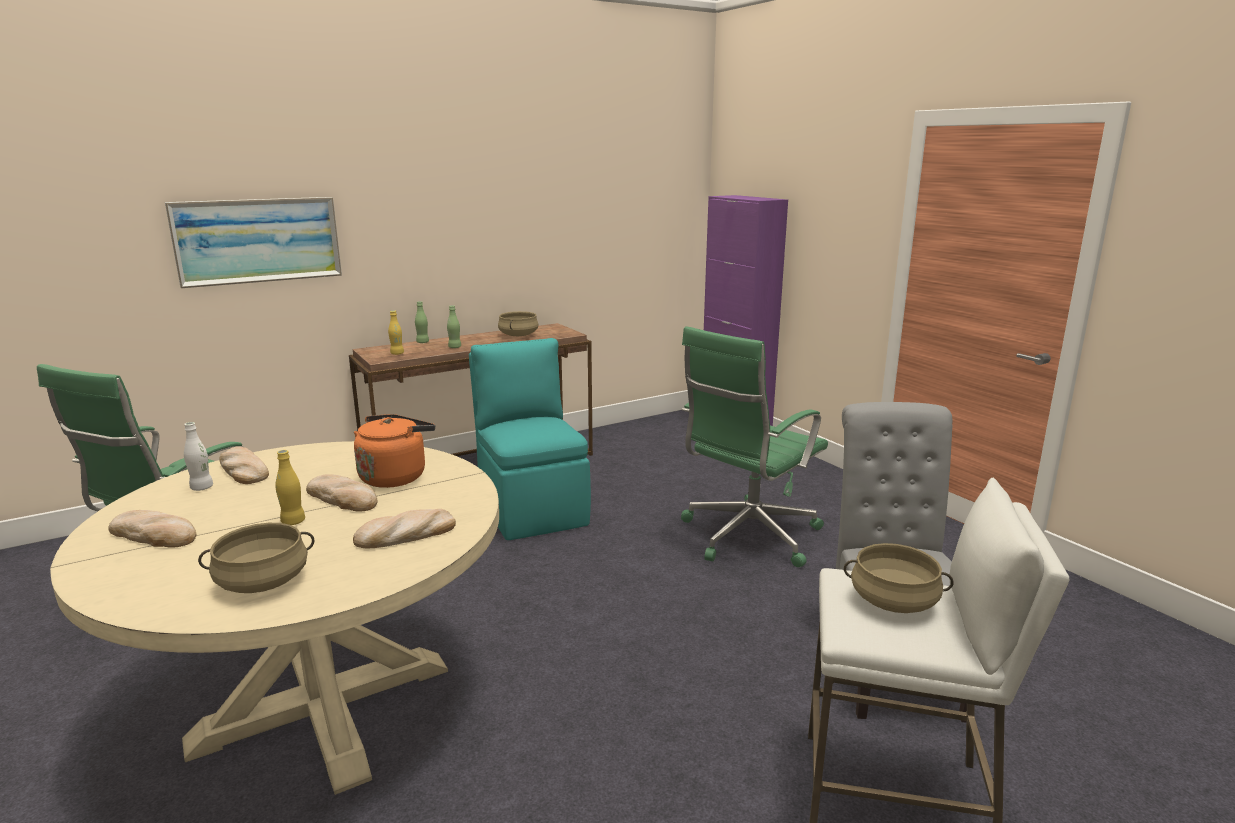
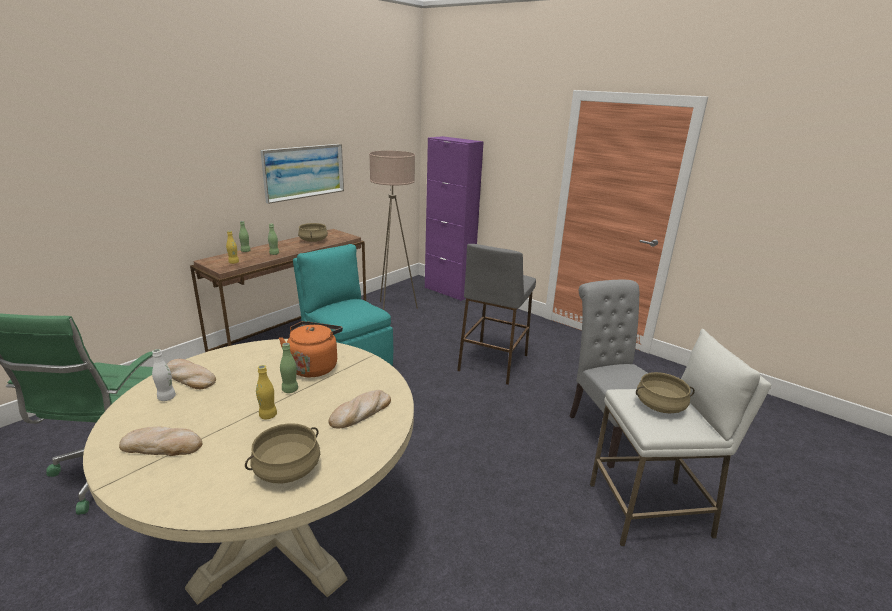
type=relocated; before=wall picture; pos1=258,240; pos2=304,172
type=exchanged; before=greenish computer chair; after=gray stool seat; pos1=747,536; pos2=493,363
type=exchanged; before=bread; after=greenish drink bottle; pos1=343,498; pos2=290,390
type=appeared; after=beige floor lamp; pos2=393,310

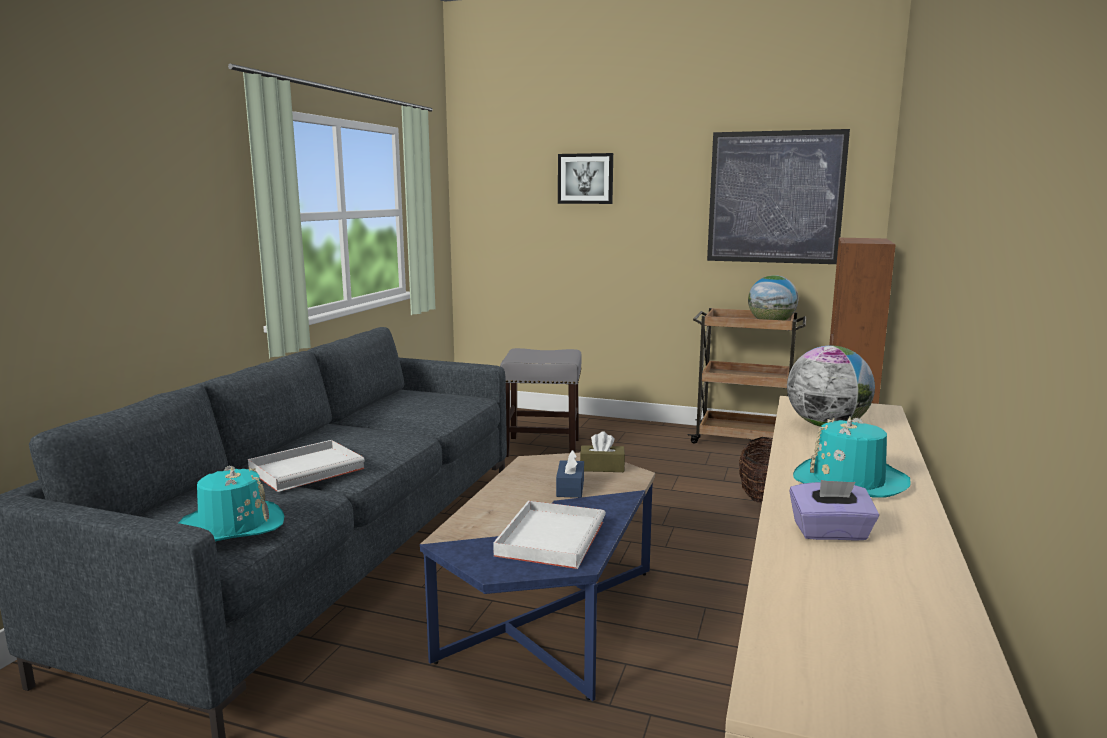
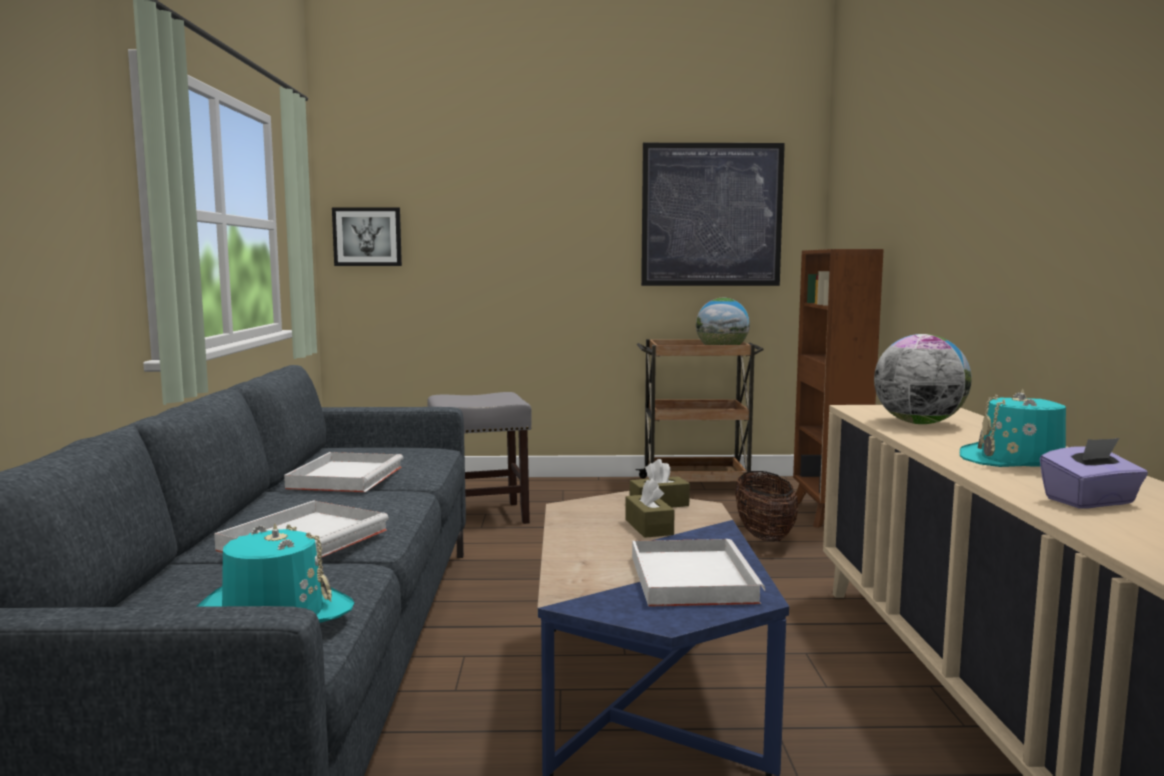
type=relocated; before=wall picture; pos1=585,178; pos2=367,237
type=colour; before=blue-coloured box of tissues; after=brownish box of tissues; pos1=570,488; pos2=649,527
type=appeared; after=whitish carrying tray; pos2=346,477

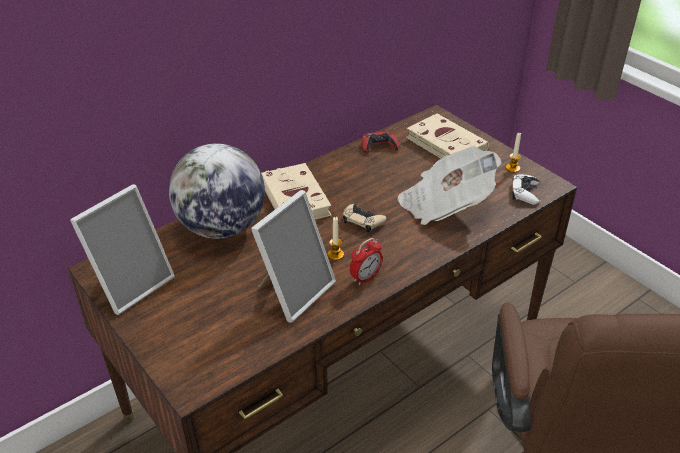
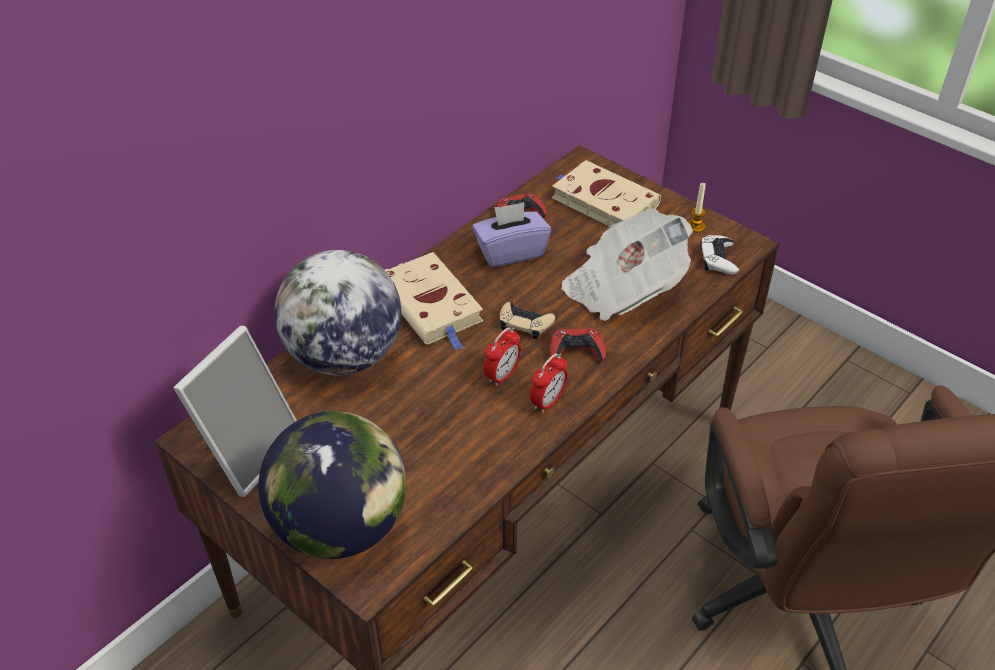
type=missing; before=picture frame; pos1=294,291
type=exchanged; before=wax candle; after=alarm clock; pos1=335,255; pos2=502,375
type=appeared; after=purple-coloured box of tissues; pos2=510,252
type=appeared; after=reddish joypad; pos2=576,351
type=appeared; after=globe; pos2=342,527

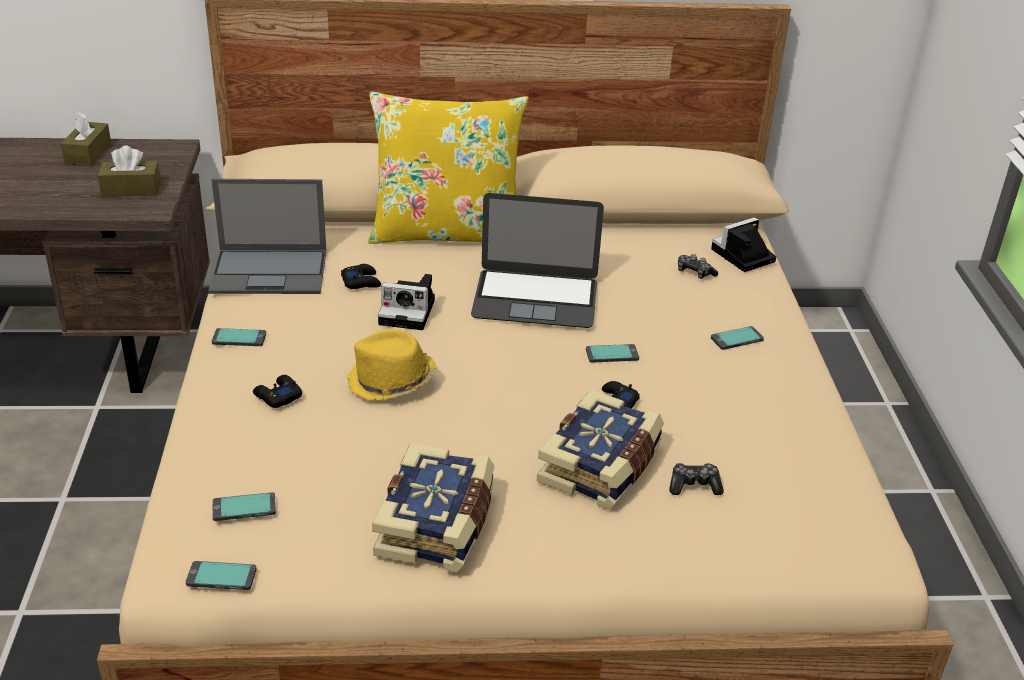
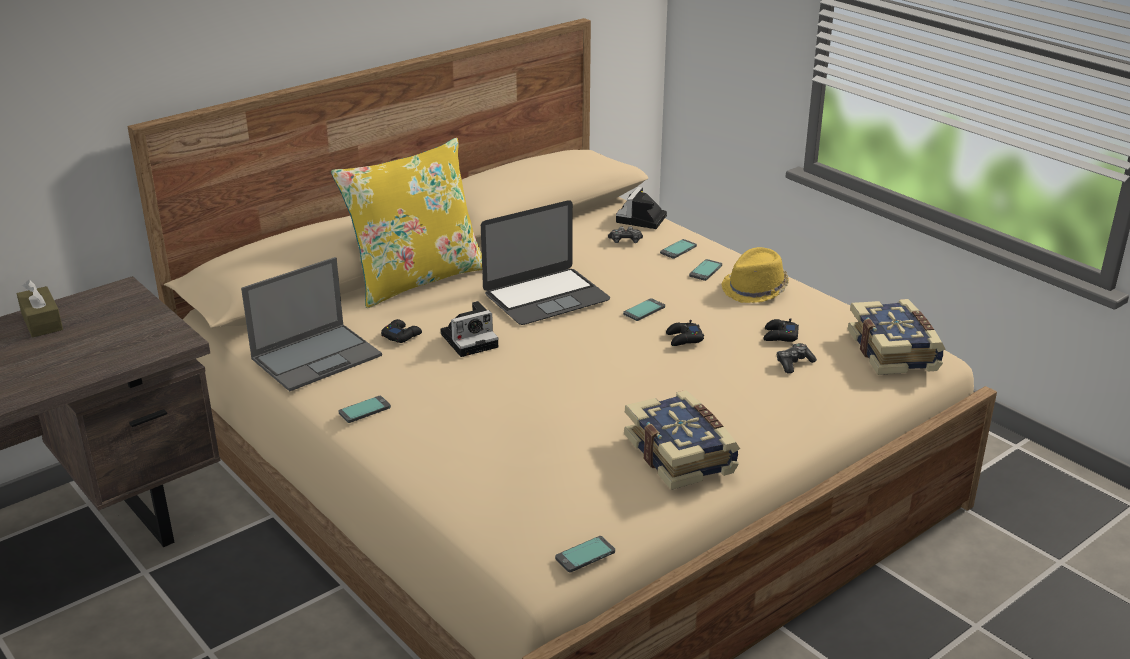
type=missing; before=brownish box of tissues; pos1=131,189
type=relocated; before=yellow-coloured wearable hat; pos1=390,382; pos2=755,289
type=relocated; before=black joypad; pos1=277,396; pos2=780,336
type=relocated; before=volume; pos1=602,466; pos2=895,351
type=relocated; before=telephone; pos1=244,508; pos2=678,250

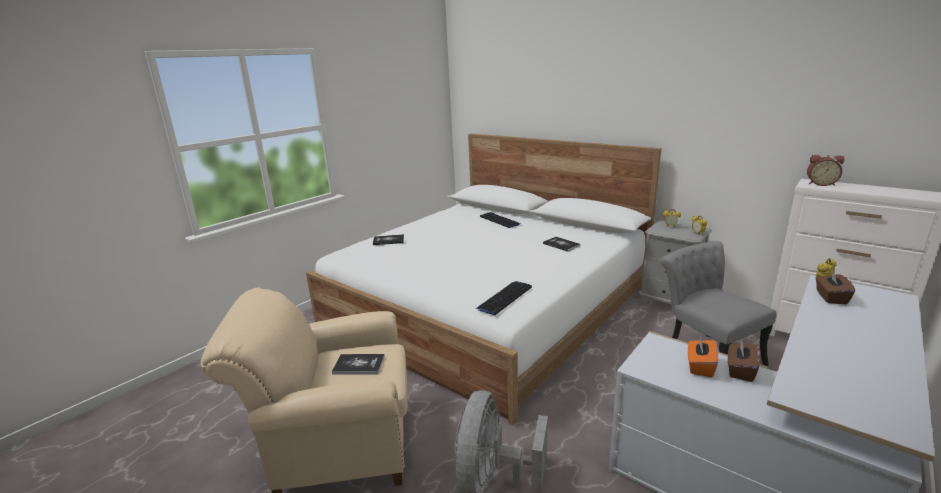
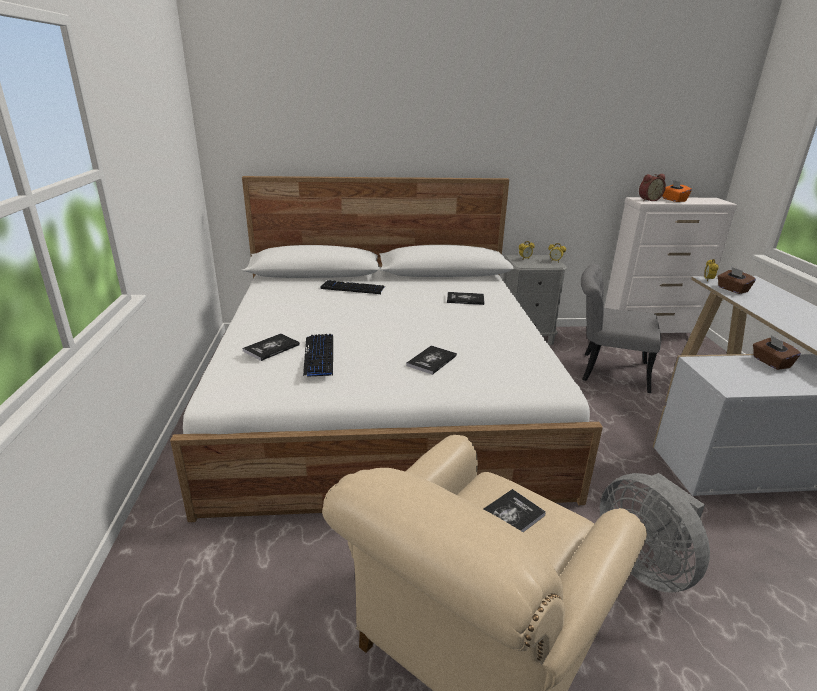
type=relocated; before=computer keyboard; pos1=504,298; pos2=319,356
type=relocated; before=orange-coloured box of tissues; pos1=700,366; pos2=673,200
type=appeared; after=volume; pos2=431,361

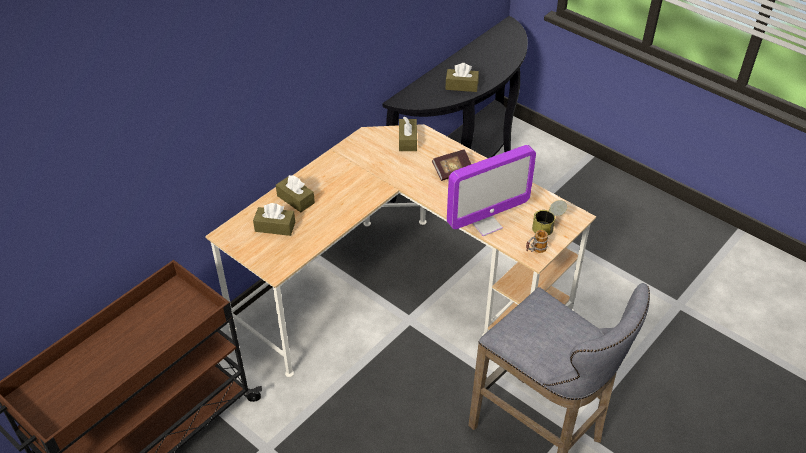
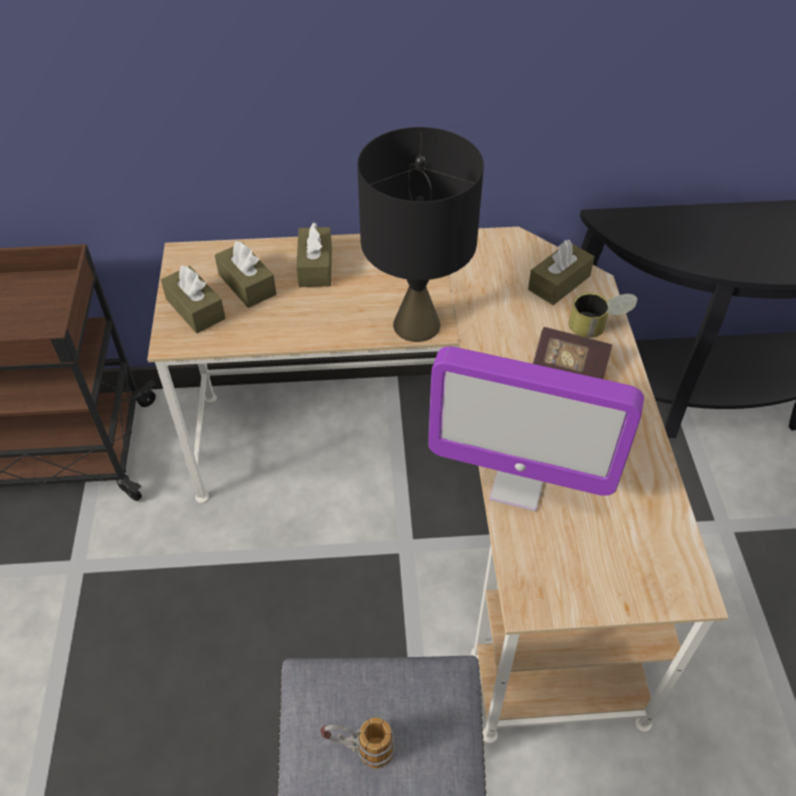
type=relocated; before=brownish box of tissues; pos1=461,86; pos2=195,309
type=relocated; before=metal can; pos1=548,226; pos2=598,327
type=relocated; before=coffee mug; pos1=534,251; pos2=359,749
type=appeared; after=black lamp for a table; pos2=417,325

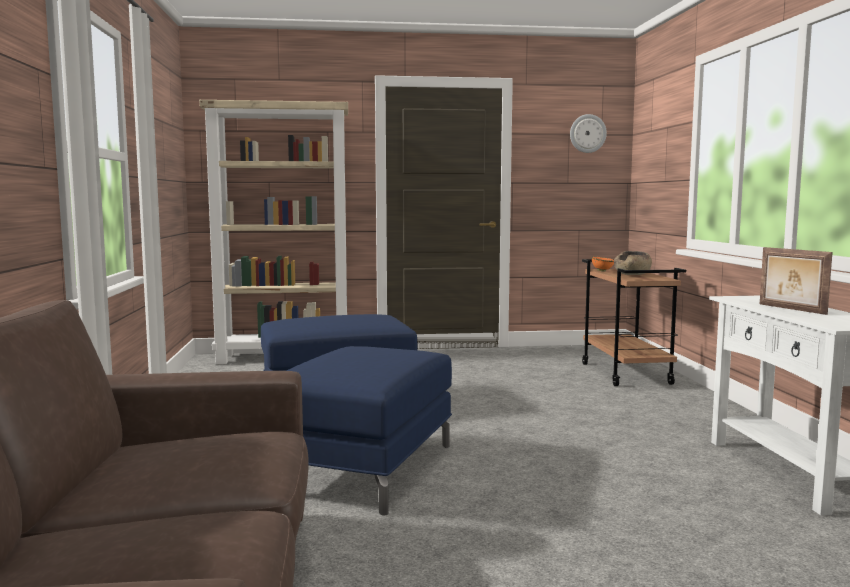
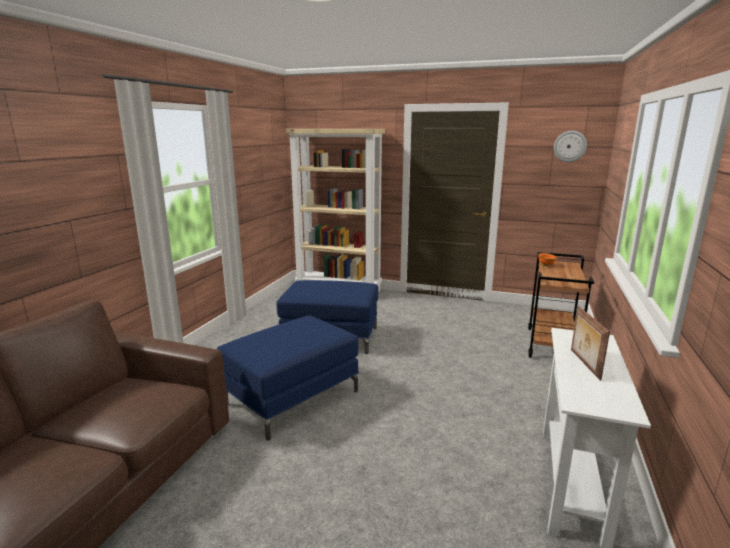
type=missing; before=brownish serving bowl; pos1=632,274

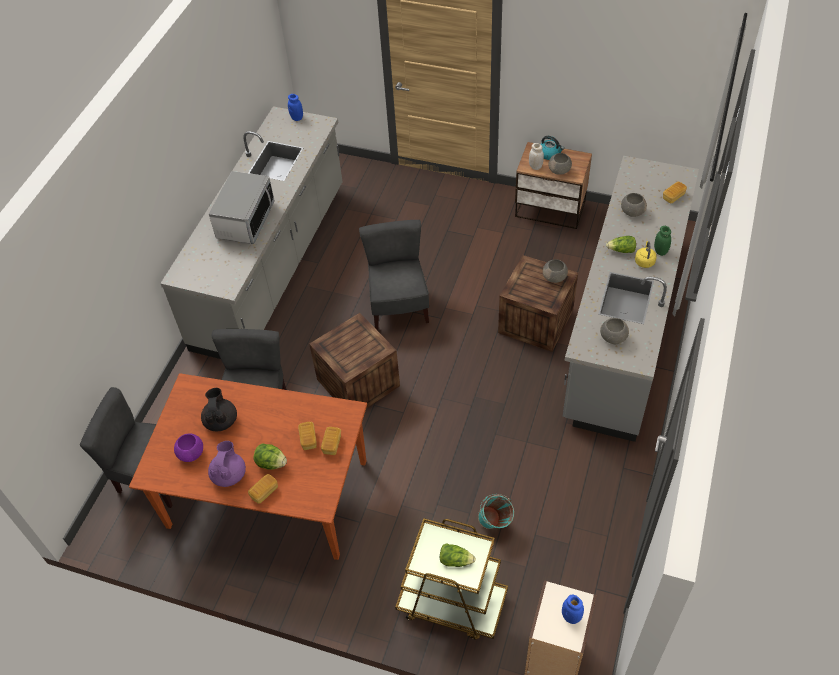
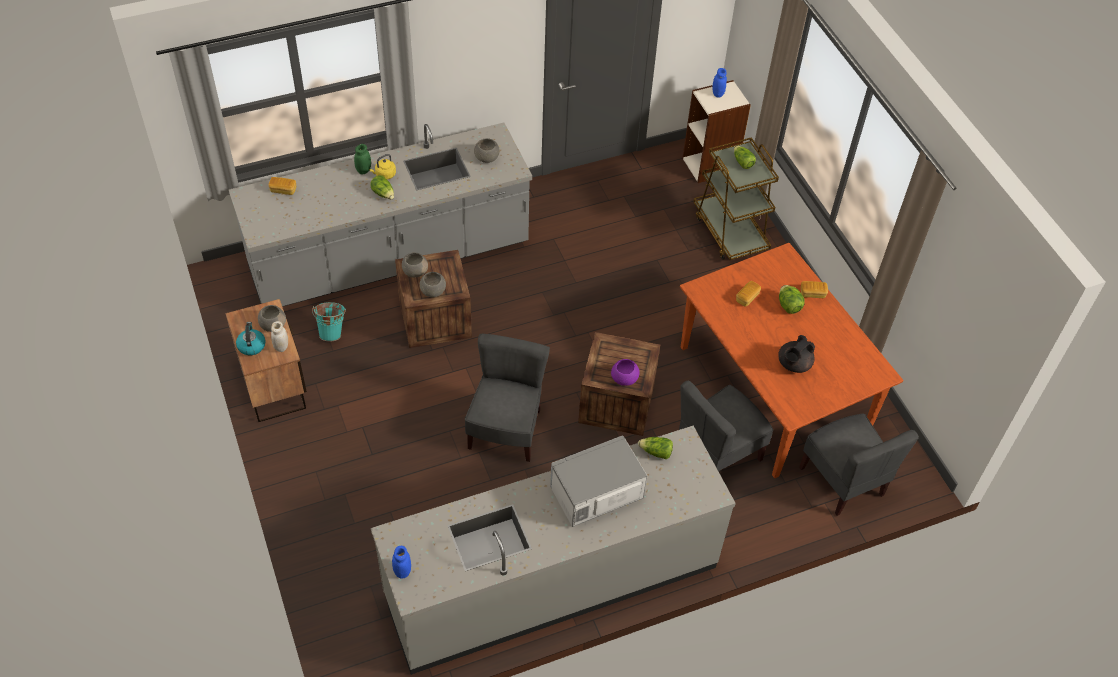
type=relocated; before=gray serving bowl; pos1=632,211; pos2=433,291
type=spun; before=gray upright chair; pos1=398,306; pos2=506,430; turn=150
type=missing; before=bread; pos1=332,444
type=relocated; before=purple-coloured serving bowl; pos1=191,453; pos2=623,378
type=missing; before=purple-coloured pot for tea; pos1=229,474
type=relocated; before=turquoise water bucket; pos1=495,525; pos2=332,332
type=appeared; after=lettuce; pos2=656,452

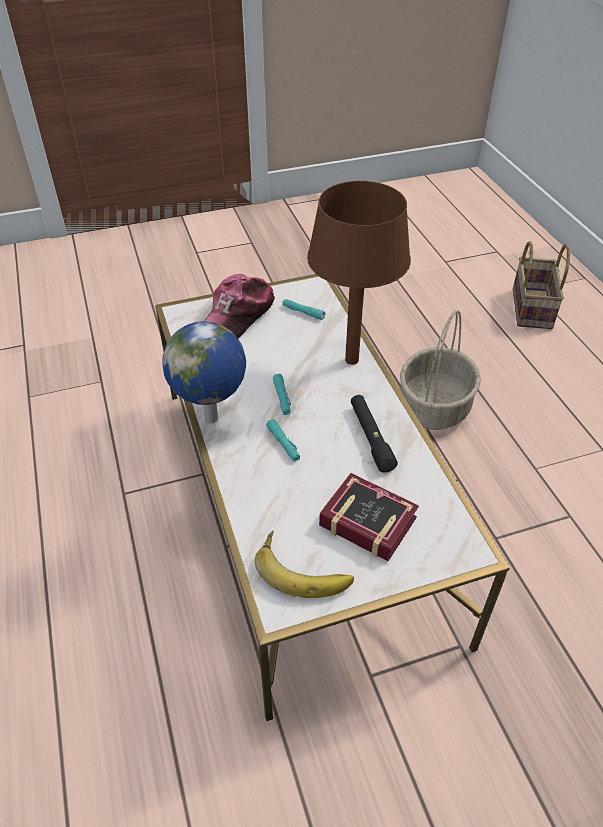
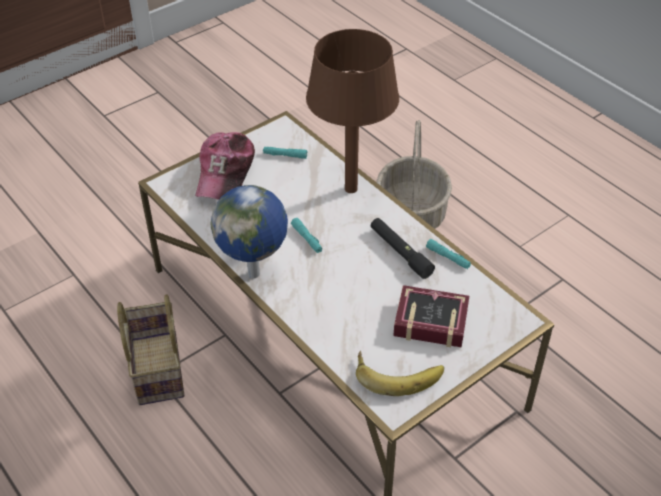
type=relocated; before=household basket; pos1=530,307; pos2=155,367
type=relocated; before=turquoise torch; pos1=283,444; pos2=448,257

